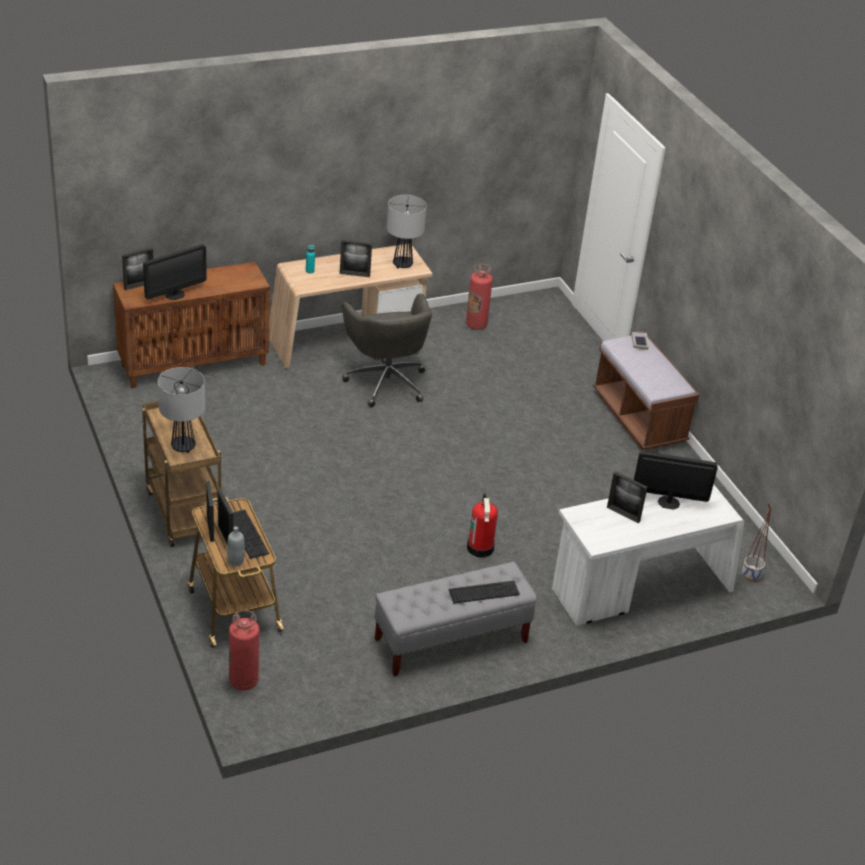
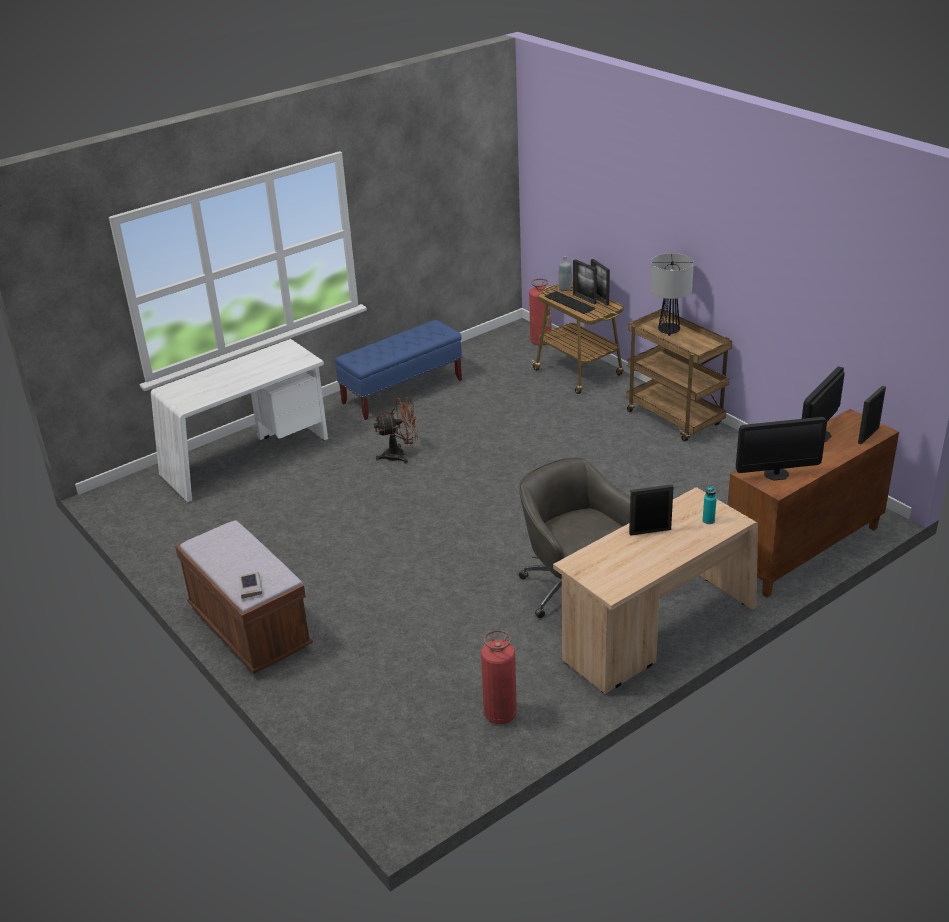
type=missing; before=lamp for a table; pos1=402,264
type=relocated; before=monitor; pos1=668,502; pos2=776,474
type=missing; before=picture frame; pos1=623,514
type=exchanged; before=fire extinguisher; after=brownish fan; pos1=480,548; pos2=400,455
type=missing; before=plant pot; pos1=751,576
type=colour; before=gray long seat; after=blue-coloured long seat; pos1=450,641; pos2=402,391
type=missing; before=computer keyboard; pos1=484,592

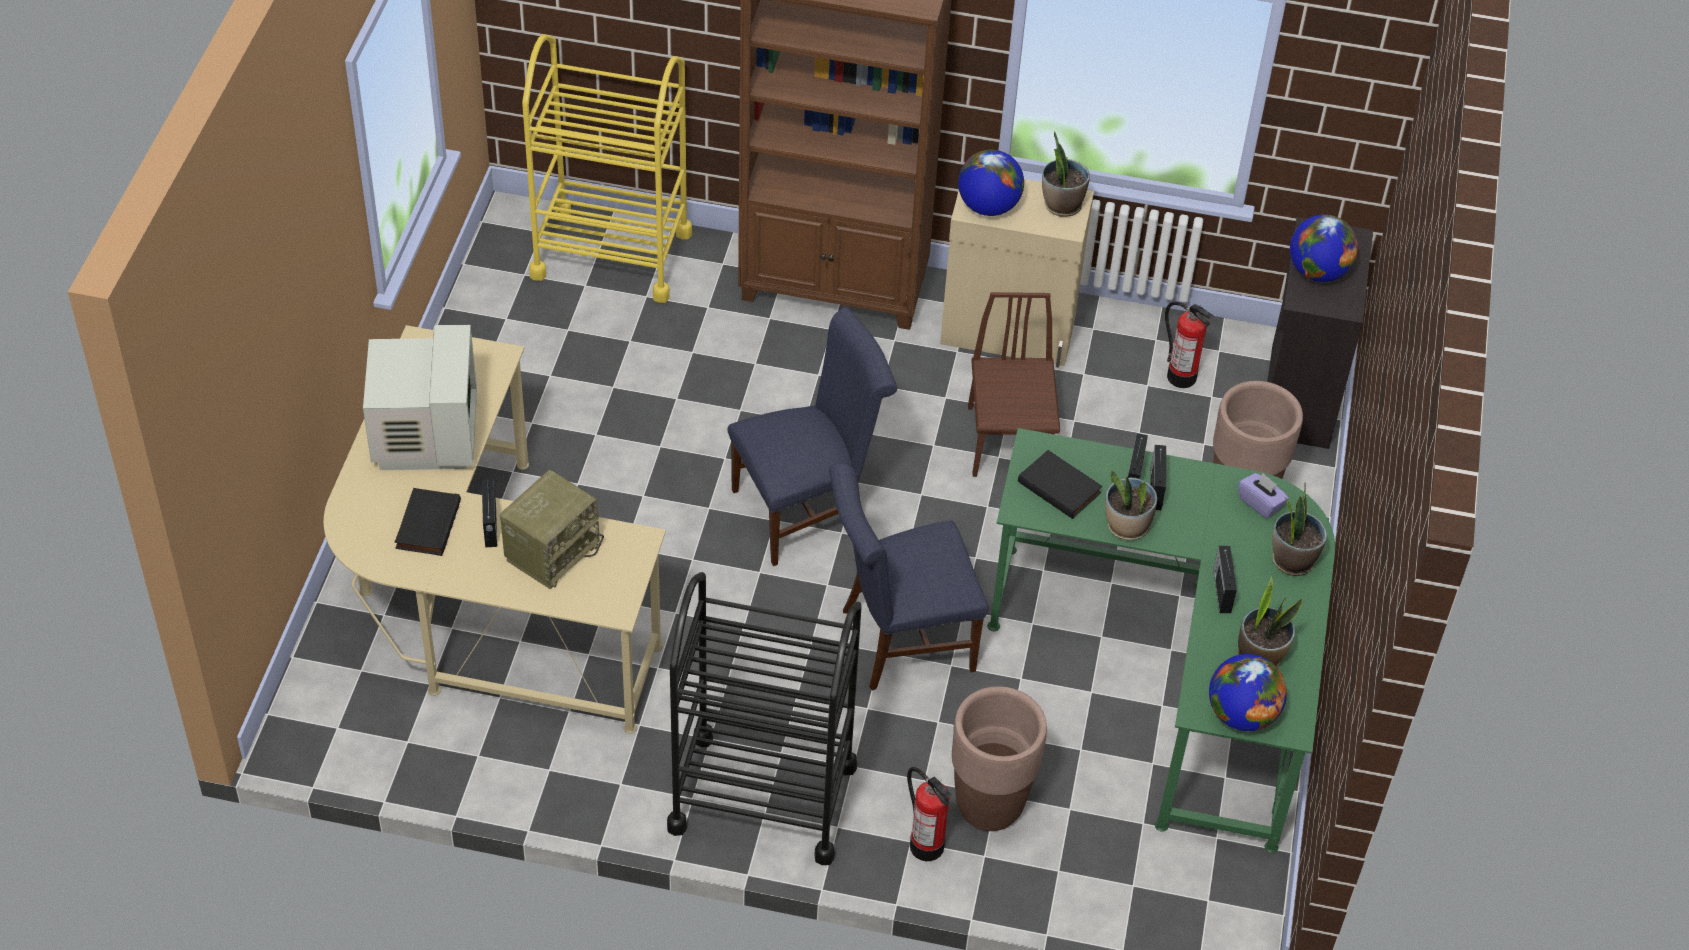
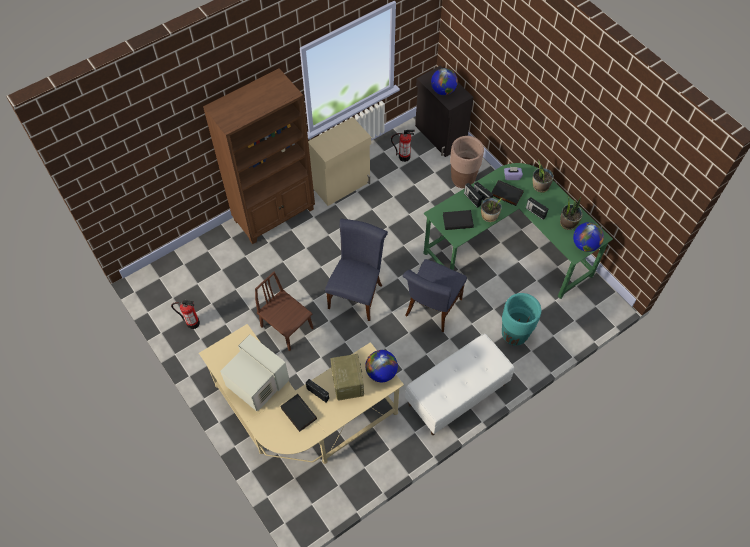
type=missing; before=yellow-coloured trolley; pos1=611,254
type=missing; before=plant in a pot; pos1=1061,205
type=relocated; before=globe; pos1=988,206; pos2=381,372
type=relocated; before=brownish upright chair; pos1=1009,441; pos2=287,327
type=exchanged; before=black trolley; after=whitish long seat; pos1=762,798; pos2=456,395
type=colour; before=brownish plant pot; after=turquoise plant pot; pos1=989,806; pos2=514,335
type=relocated; before=fire extinguisher; pos1=927,846; pos2=193,323
type=appeared; after=black volume; pos2=506,194

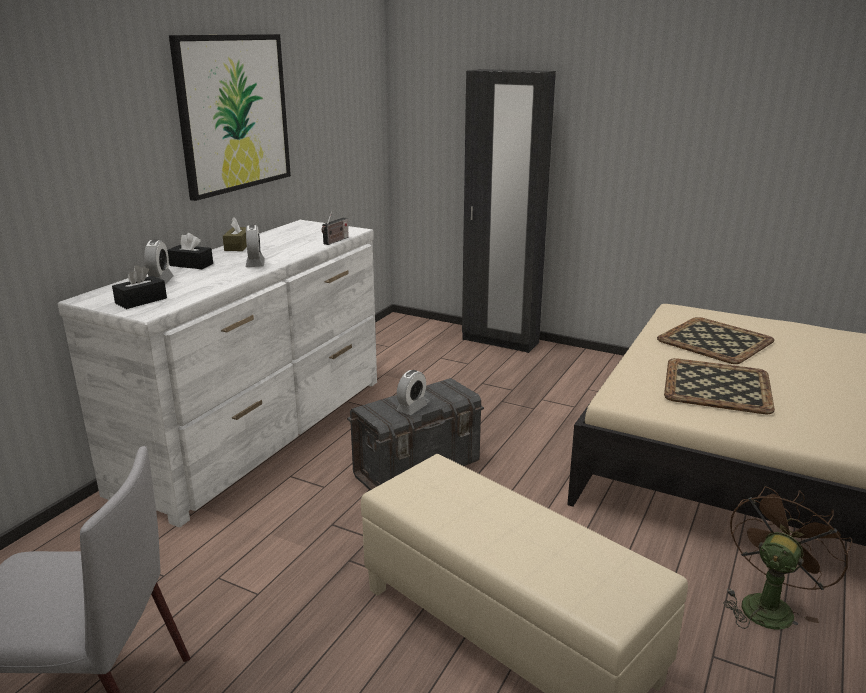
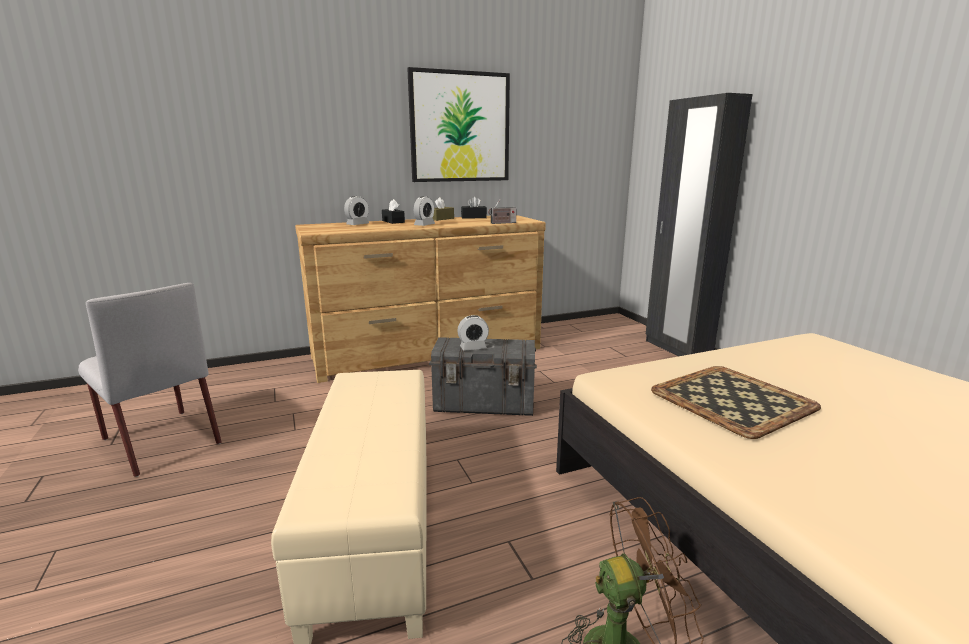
type=colour; before=whitish drawer chest; after=brownish drawer chest; pos1=260,431; pos2=428,352
type=relocated; before=black box of tissues; pos1=141,301; pos2=473,217
type=missing; before=carrying tray; pos1=715,341

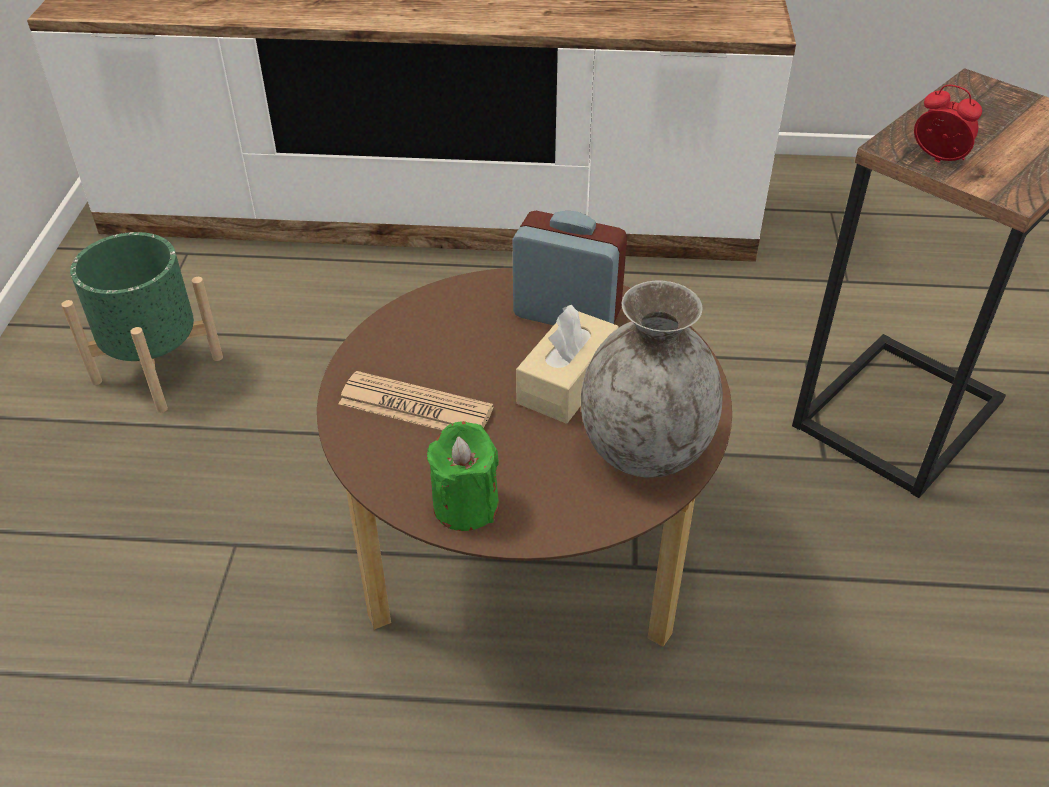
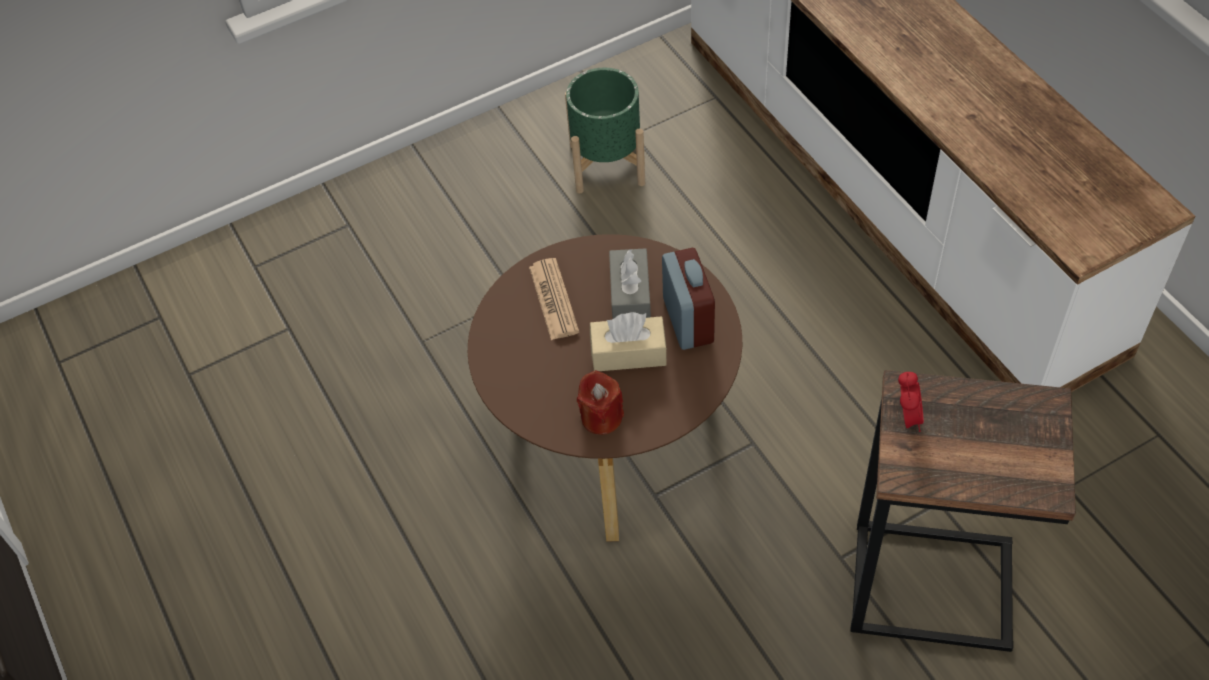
type=exchanged; before=gray vase; after=reddish wax candle; pos1=644,451; pos2=601,417
type=missing; before=greenish wax candle; pos1=465,505
type=appeared; after=gray box of tissues; pos2=630,295

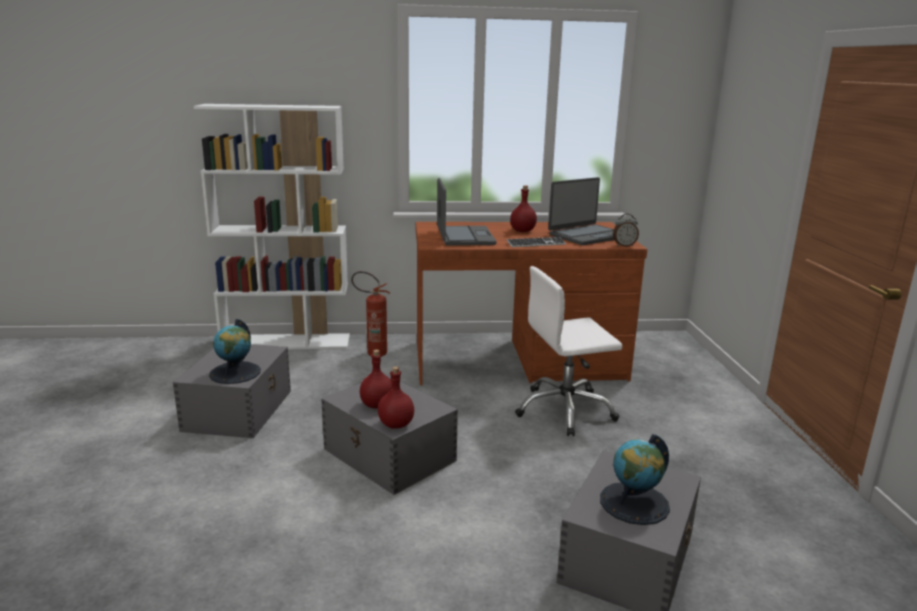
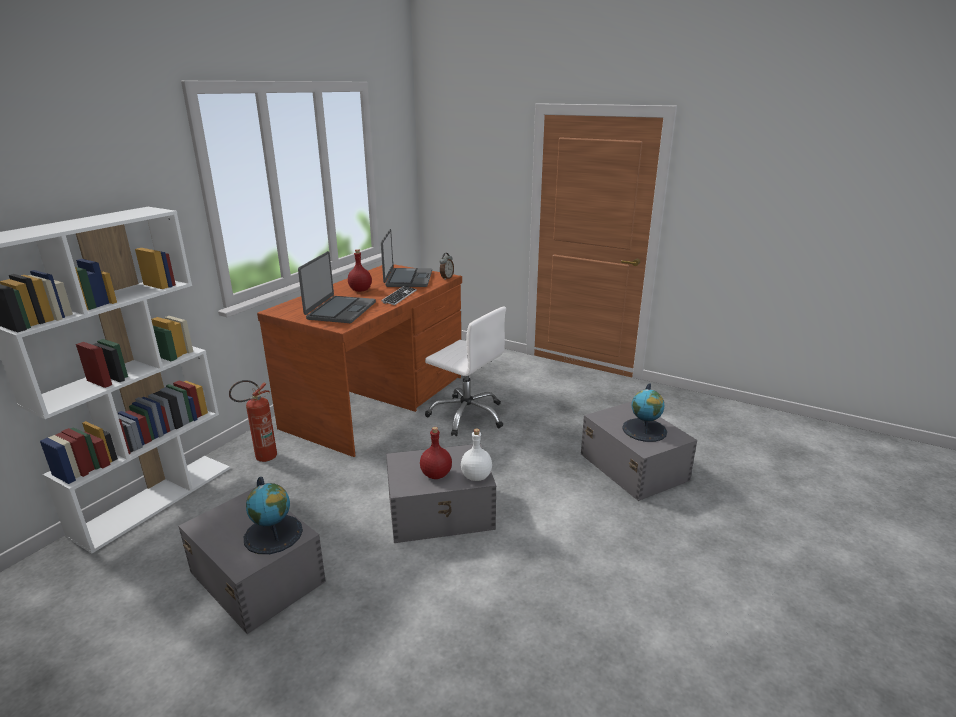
type=spun; before=notebook computer; pos1=464,237; pos2=340,310; turn=75
type=spun; before=whitish computer chair; pos1=565,410; pos2=467,415; turn=-75
type=colour; before=reddish drink bottle; after=whitish drink bottle; pos1=396,425; pos2=477,477

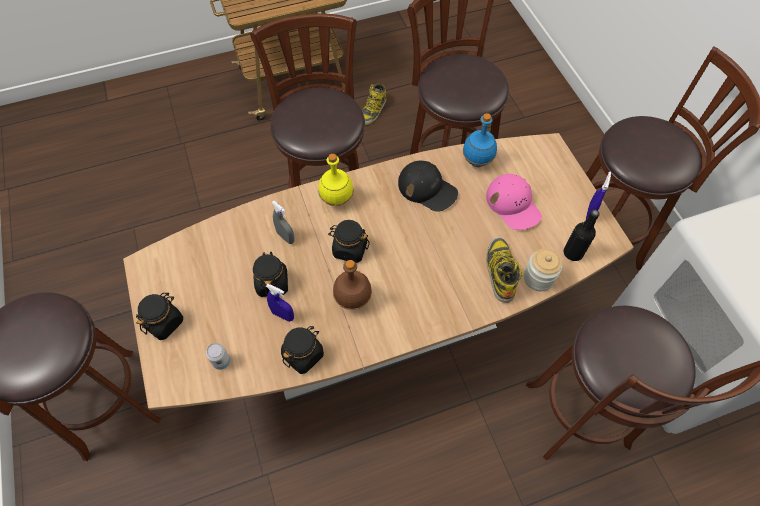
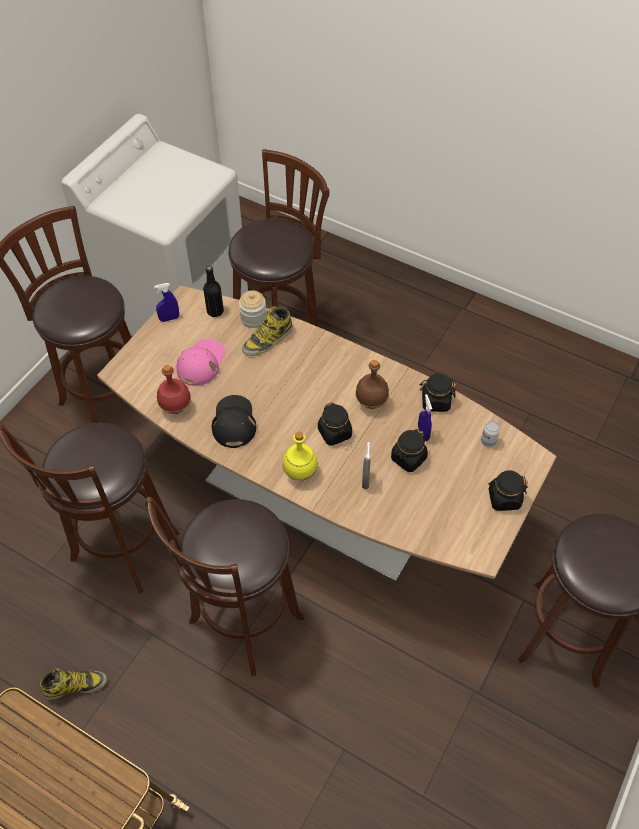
type=colour; before=blue-coloured drink bottle; after=reddish drink bottle; pos1=476,161; pos2=176,408

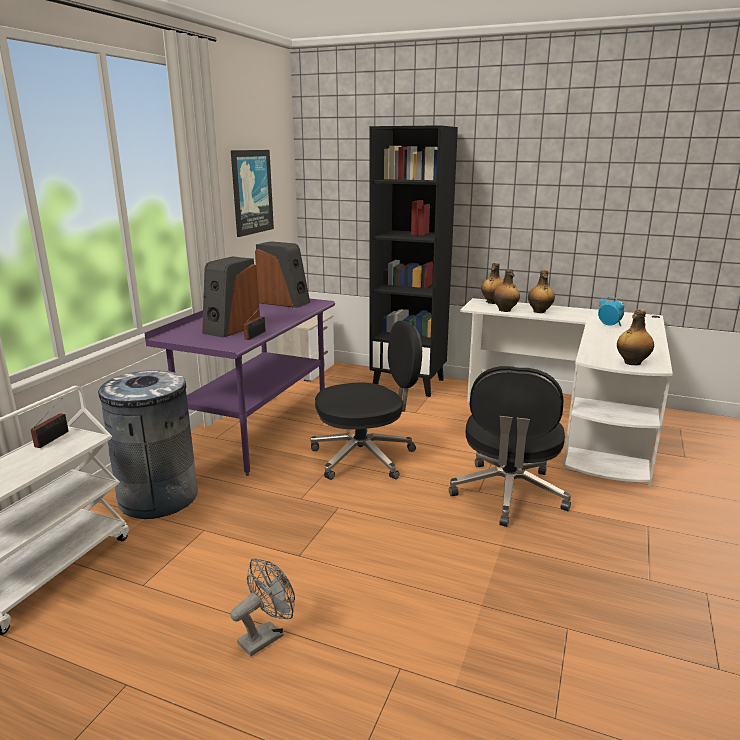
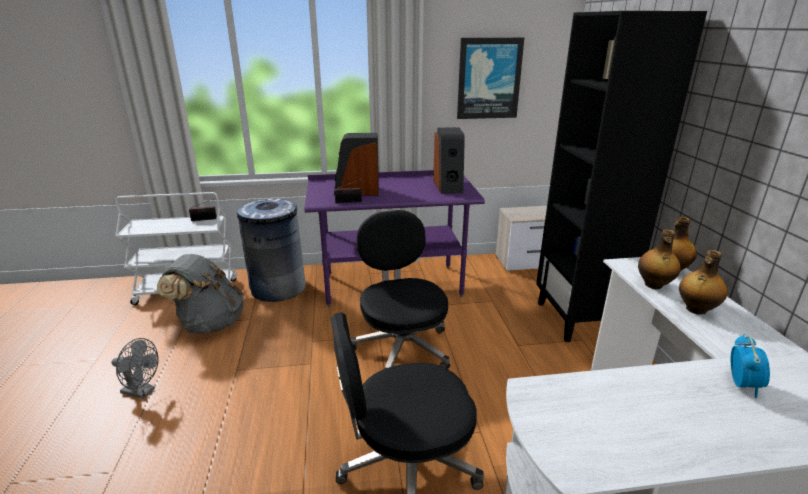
type=missing; before=drink bottle; pos1=631,363
type=spun; before=black computer chair; pos1=365,456; pos2=402,347; turn=-150
type=appeared; after=gray backpack; pos2=210,324

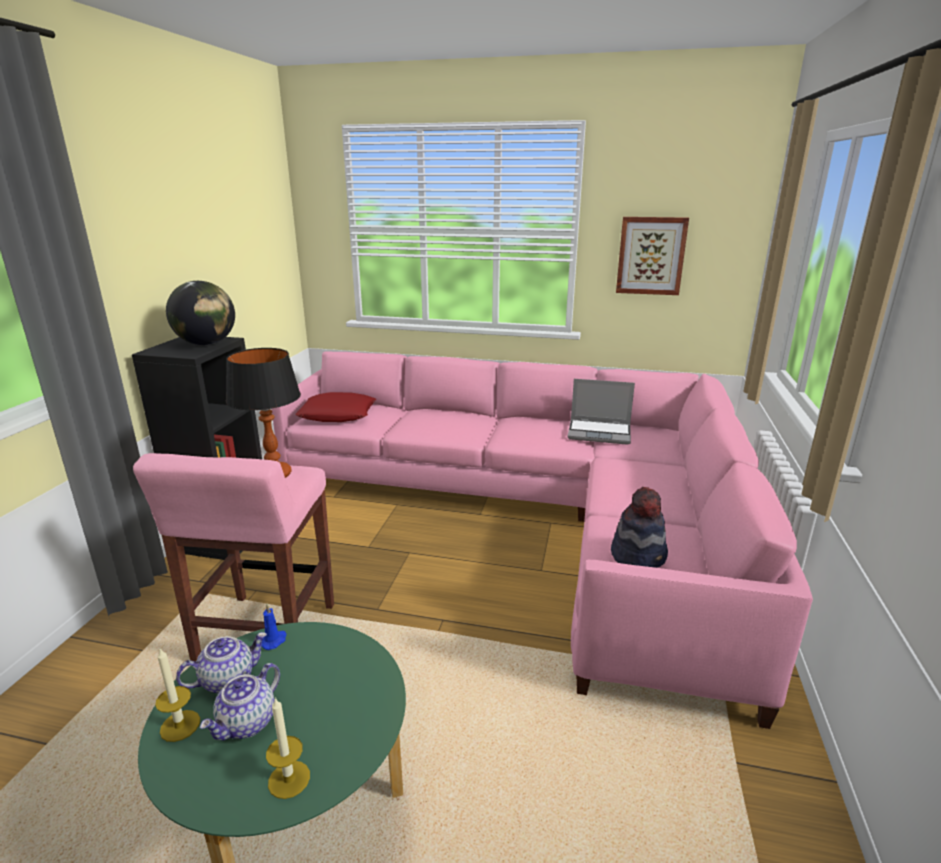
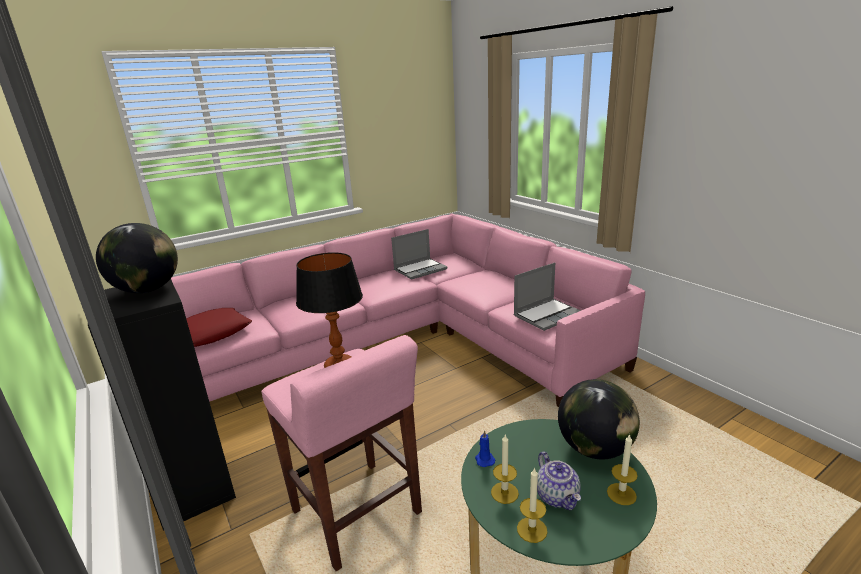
type=missing; before=wall picture; pos1=651,255
type=exchanged; before=wearable hat; after=notebook computer; pos1=638,555; pos2=547,315
type=exchanged; before=pot for tea; after=wax candle; pos1=228,679; pos2=504,493
type=appeared; after=globe; pos2=594,449

